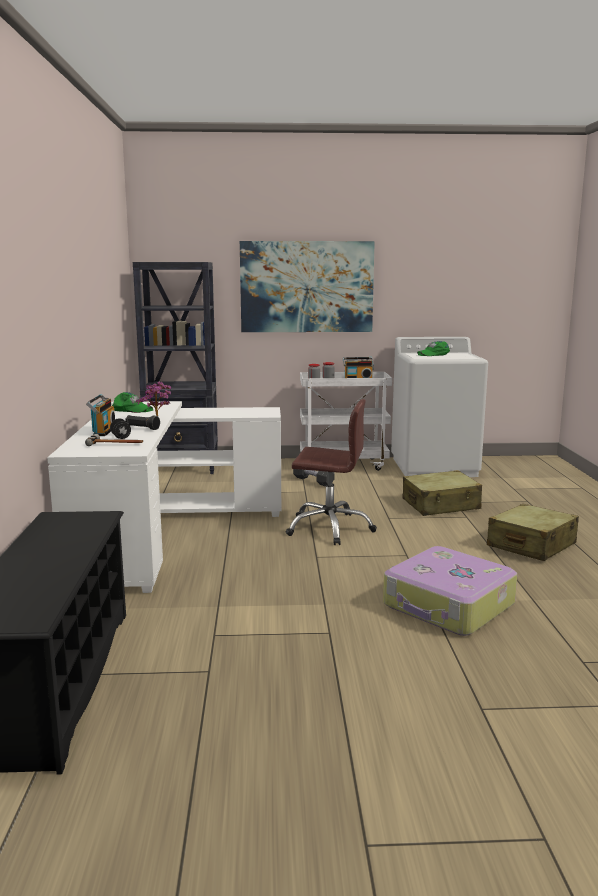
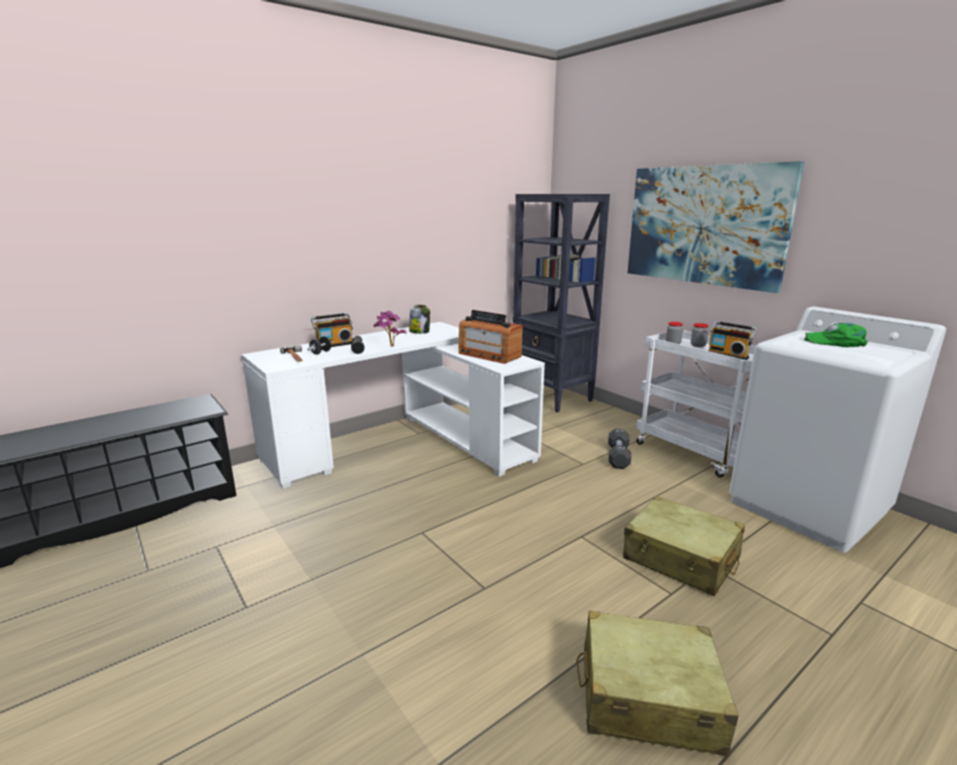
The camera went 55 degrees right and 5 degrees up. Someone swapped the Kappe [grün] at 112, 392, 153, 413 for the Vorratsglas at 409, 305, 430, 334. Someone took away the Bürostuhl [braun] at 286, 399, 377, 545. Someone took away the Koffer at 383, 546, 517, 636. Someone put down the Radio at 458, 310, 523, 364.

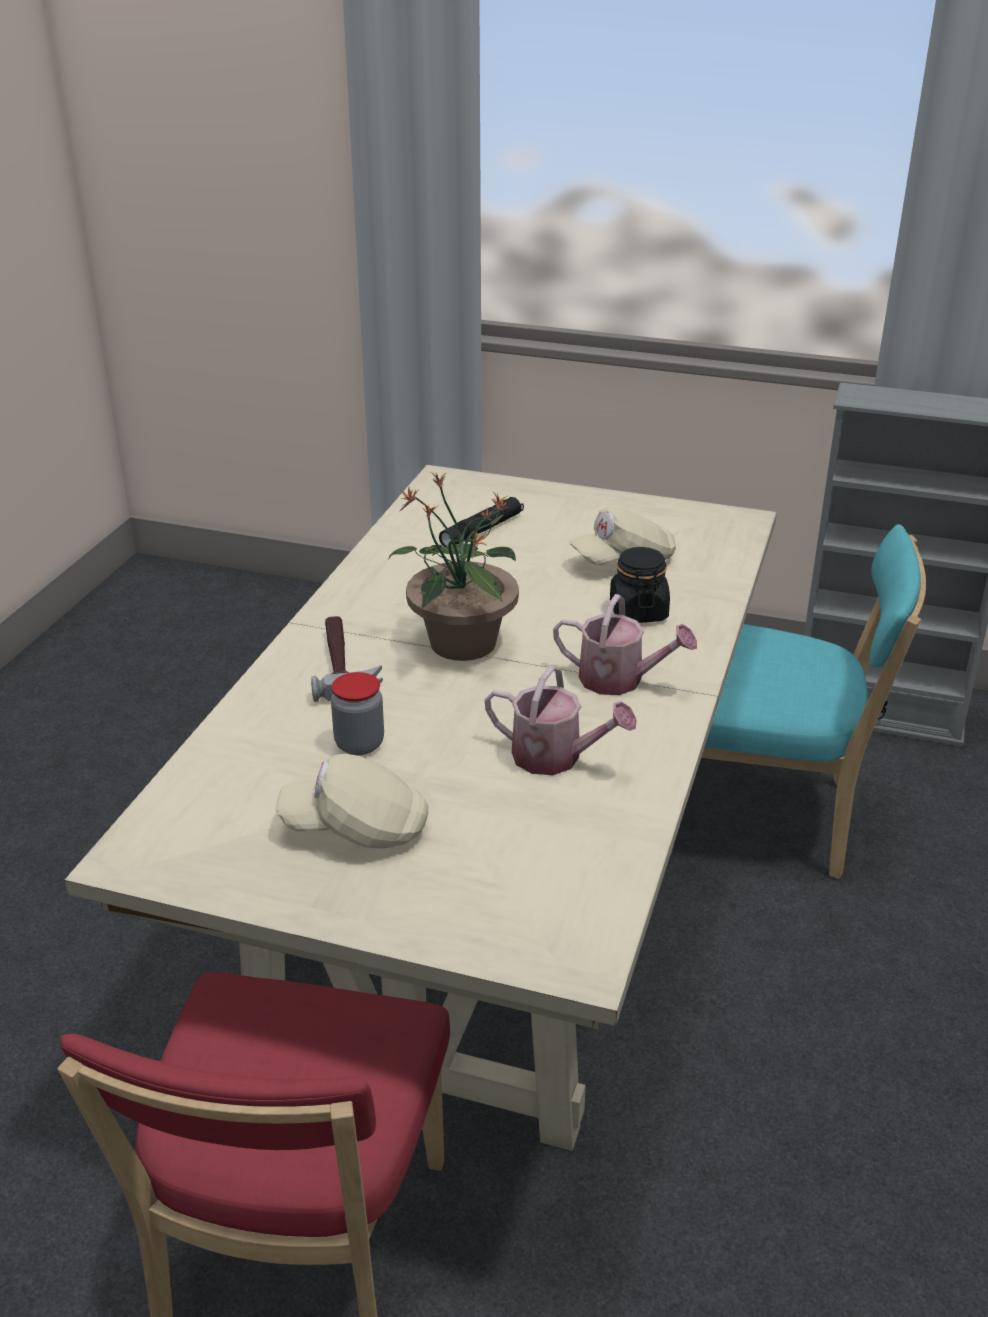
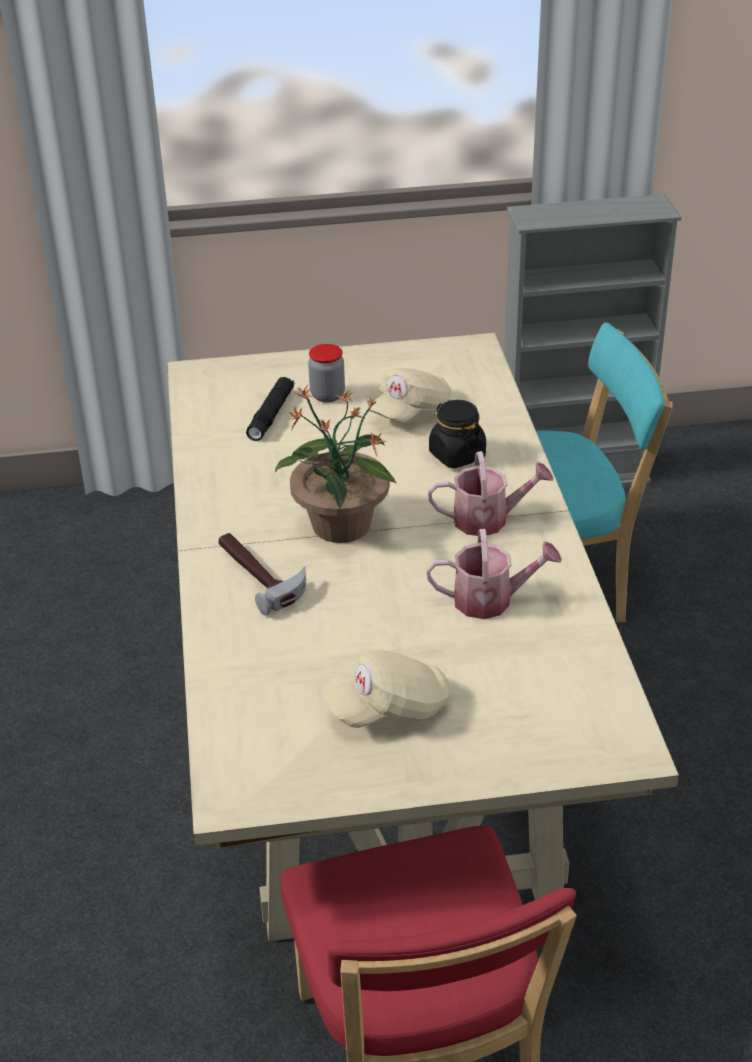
The camera went 25 degrees left and 5 degrees up. Someone carried the Vorratsglas from 331, 672, 384, 755 to 308, 344, 345, 402.

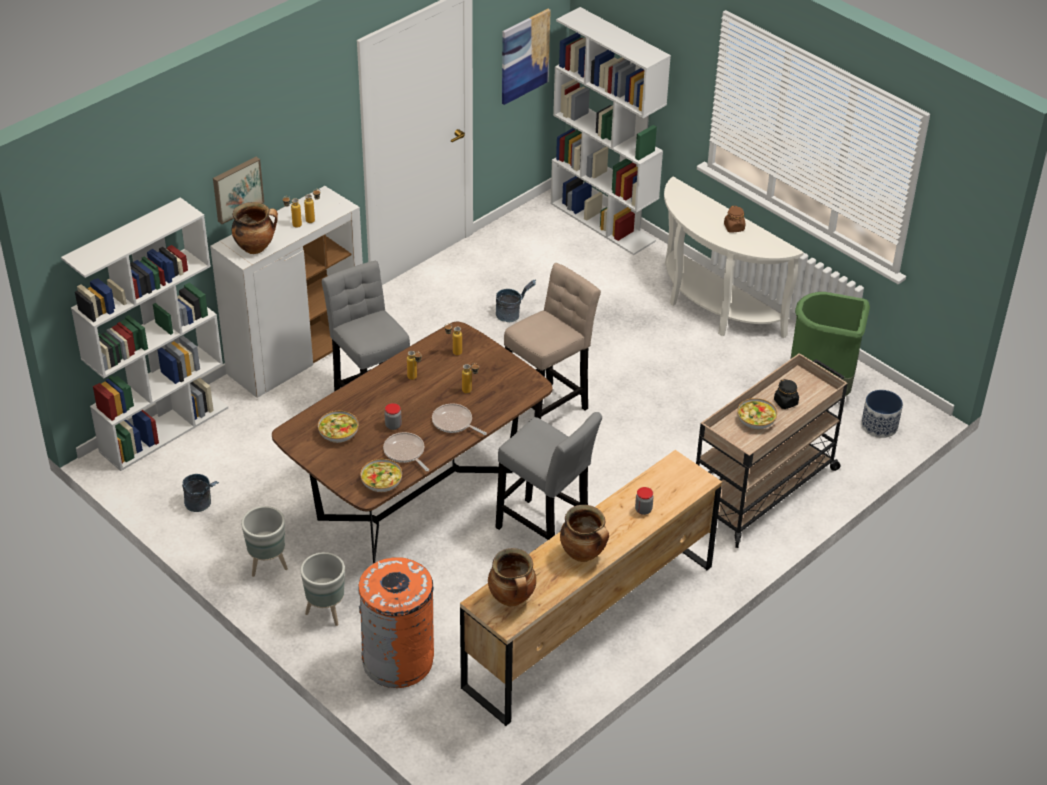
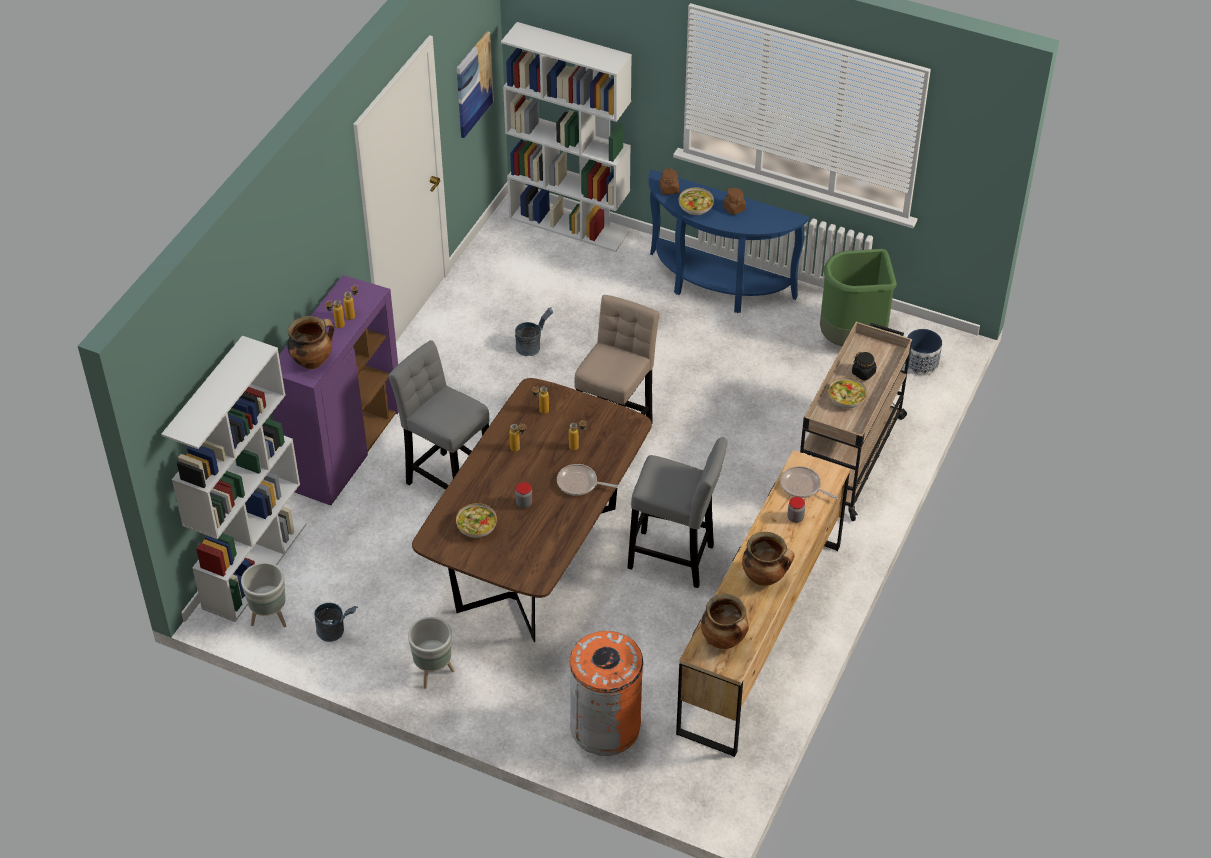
The camera went 20 degrees left and 5 degrees up. Someone repainted the Schrank [weiß] at 210, 186, 363, 398, which became the Schrank [lila] at 273, 275, 399, 506. Someone took away the Bild at 213, 157, 264, 224. Someone carried the Pflanzkübel [grau] from 300, 552, 345, 626 to 241, 562, 286, 627. Someone carried the Schüssel from 360, 459, 402, 492 to 679, 188, 714, 215. Someone carried the Pfanne from 383, 432, 429, 471 to 780, 466, 838, 499. Someone repainted the Konsolentisch [weiß] at 664, 177, 804, 338, which became the Konsolentisch [blau] at 648, 170, 809, 313. Someone put down the Vorratsglas [braun] at 660, 168, 679, 195.

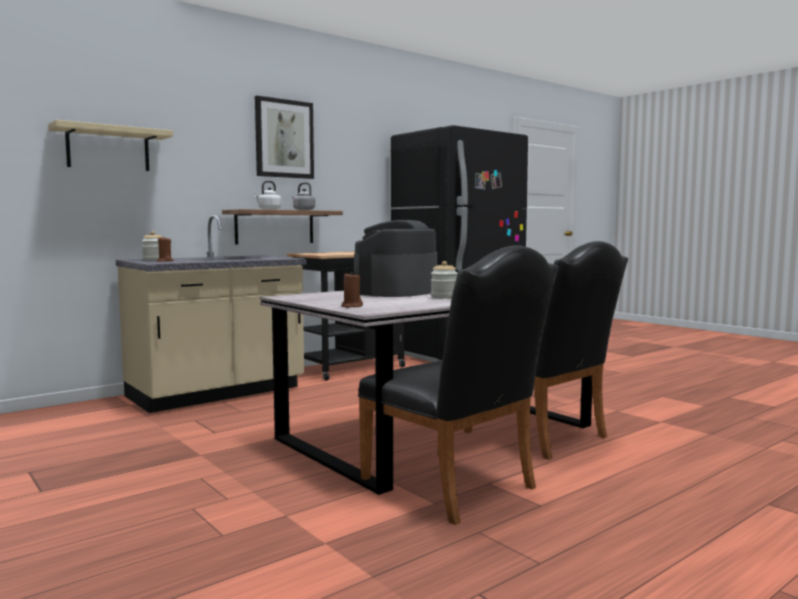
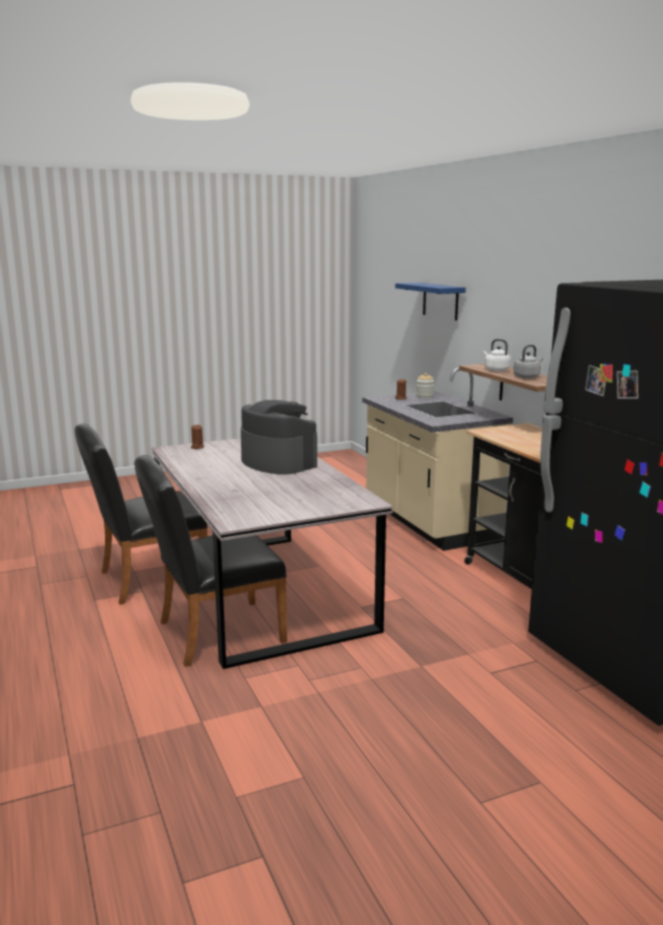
The camera went 105 degrees right and 10 degrees up. Someone repainted the Wandregal [beige] at 48, 120, 173, 171, which became the Wandregal [blau] at 395, 283, 466, 321. Someone took away the Bild at 255, 96, 314, 179. Someone took away the Vorratsglas at 431, 261, 458, 299.

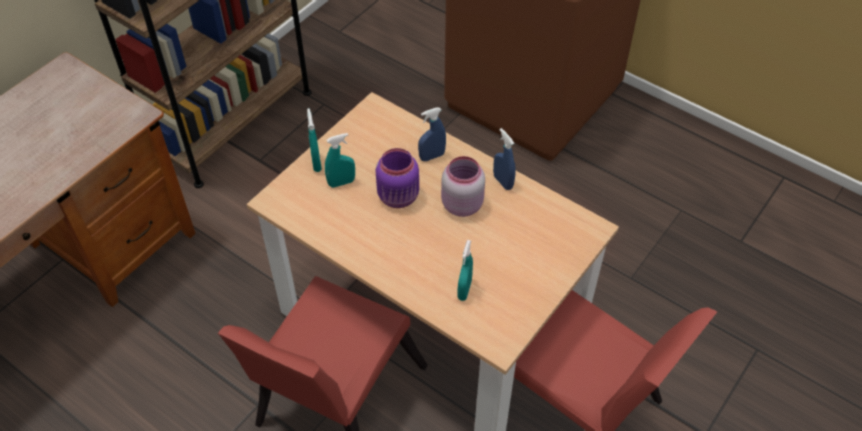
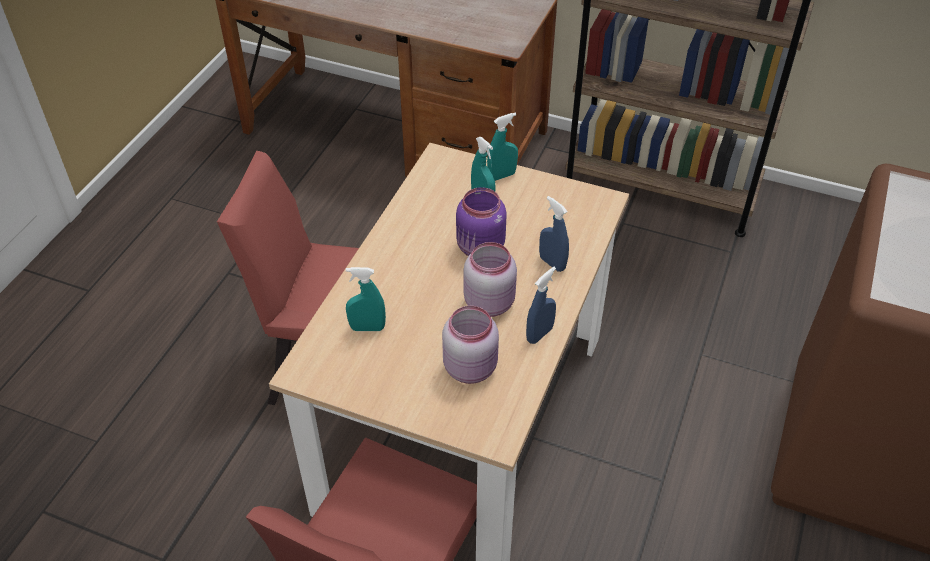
The camera went 75 degrees right and 5 degrees down. Someone put down the Vorratsglas [rosa] at 442, 306, 499, 384.

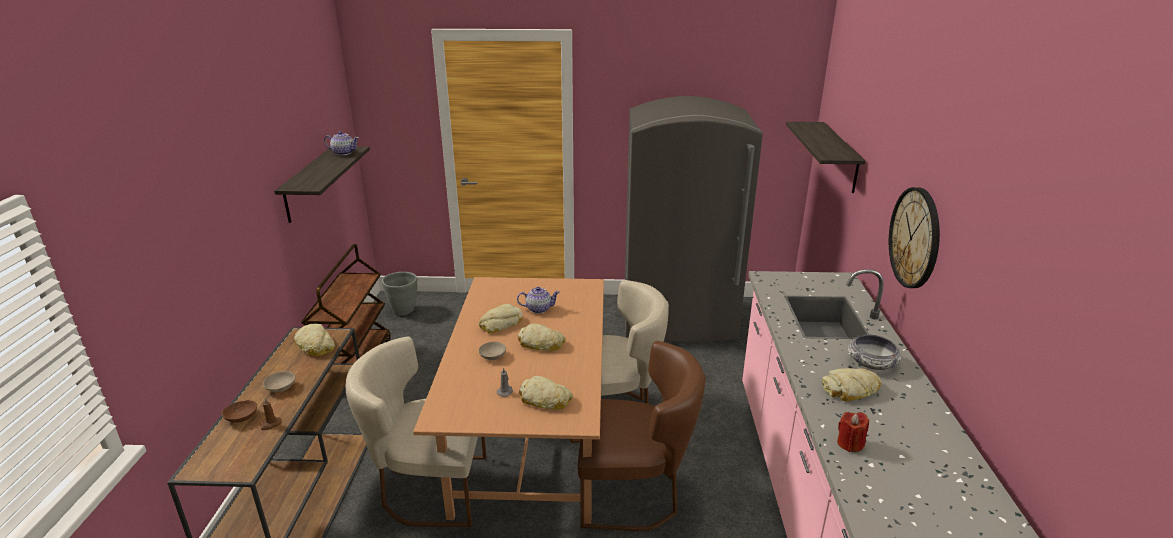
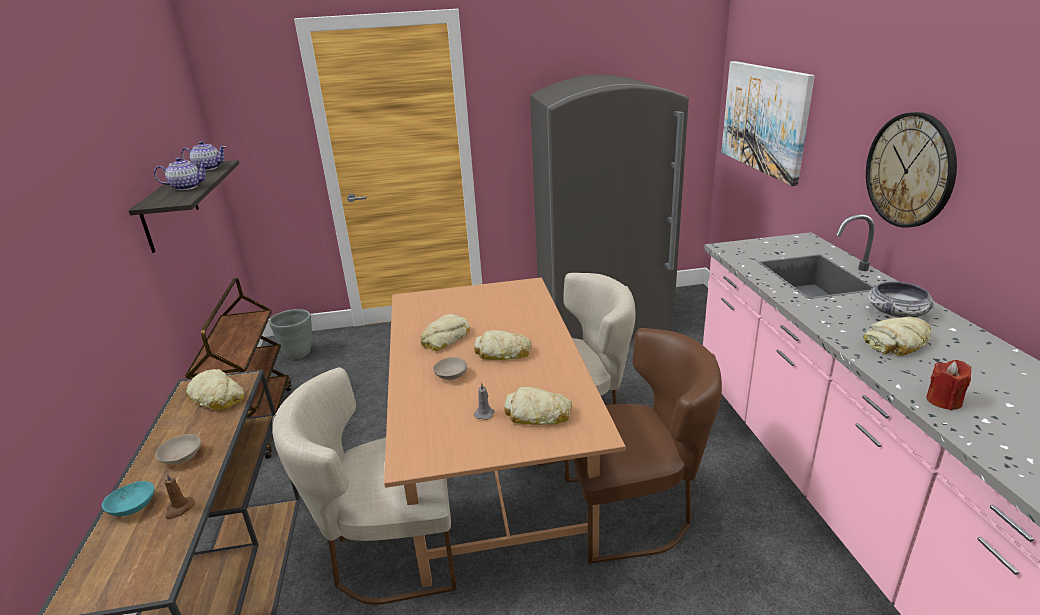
The camera went 10 degrees left and 0 degrees up. Someone repainted the Schüssel [braun] at 222, 400, 257, 423, which became the Schüssel [türkis] at 102, 481, 154, 516. Someone carried the Teekanne from 517, 287, 560, 314 to 154, 157, 208, 190. Someone swapped the Wandregal at 786, 122, 866, 193 for the Bild at 721, 61, 815, 186.

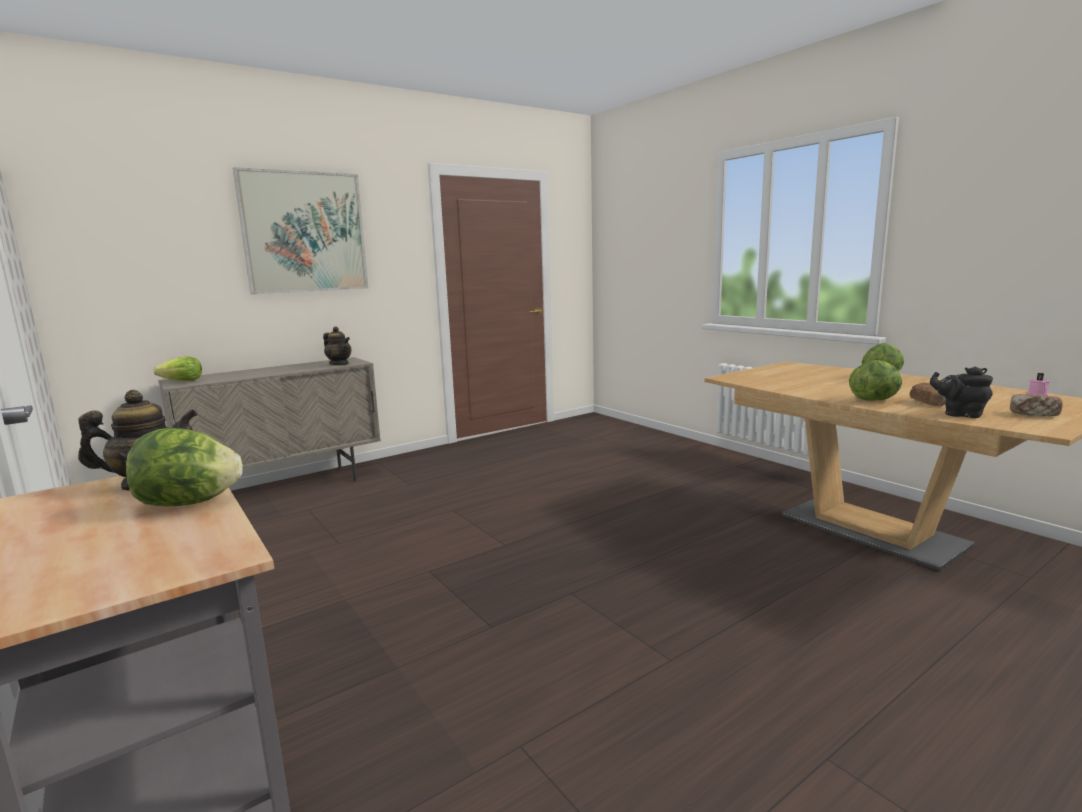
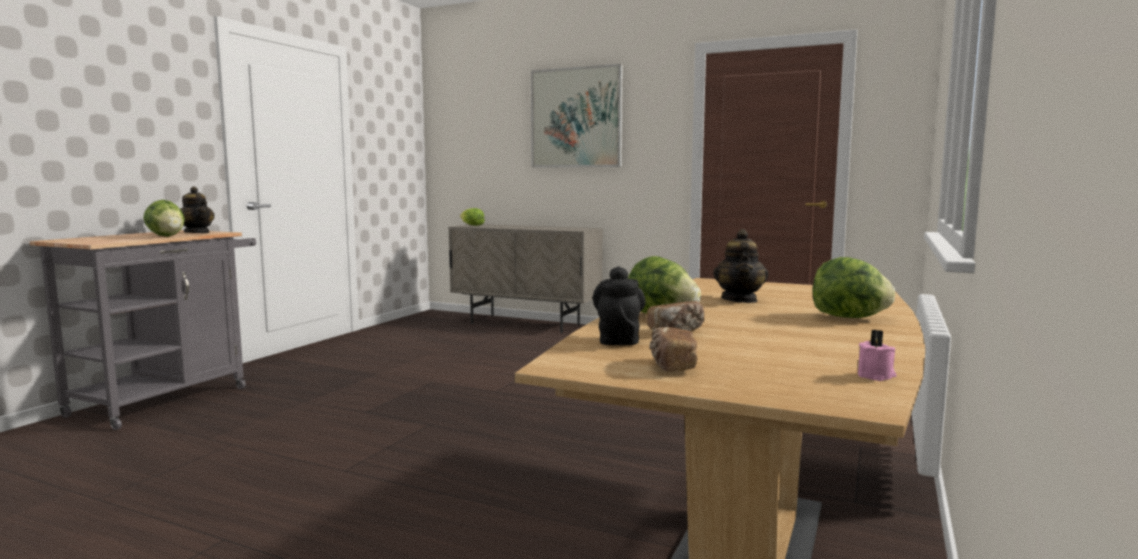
The camera went 60 degrees right and 5 degrees down. Someone carried the Teekanne from 323, 326, 352, 365 to 713, 229, 768, 303.

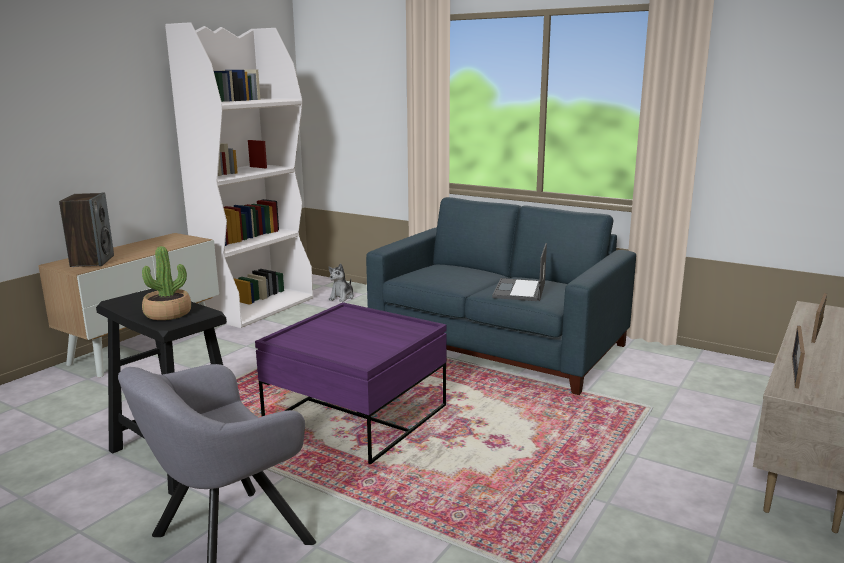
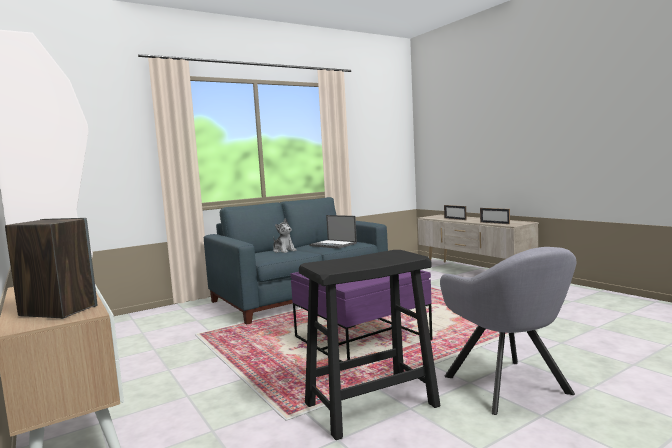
The camera went 65 degrees left and 10 degrees down. Someone took away the Topfpflanze at 142, 246, 191, 320. Someone carried the Plüschtier from 329, 263, 354, 302 to 273, 218, 297, 253.

